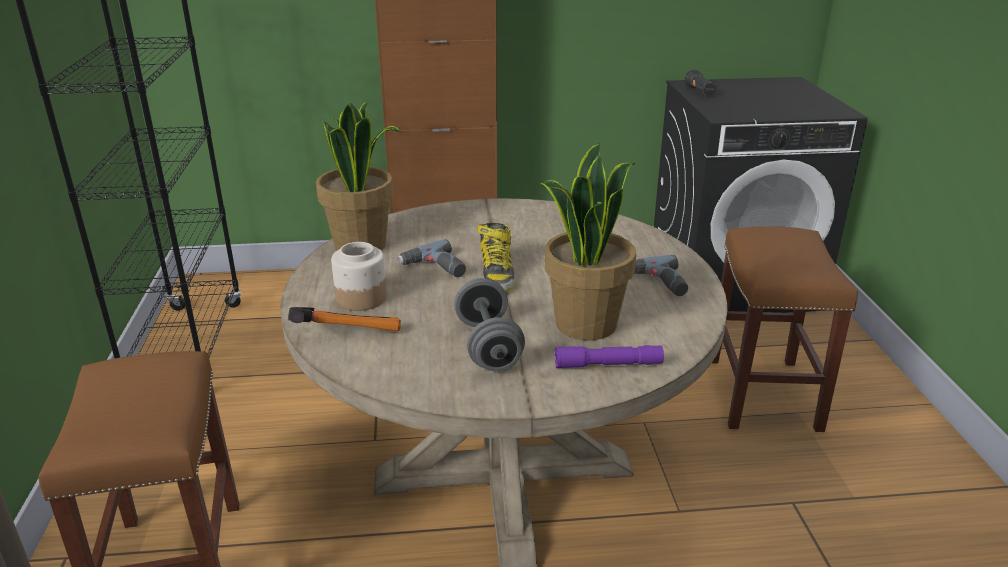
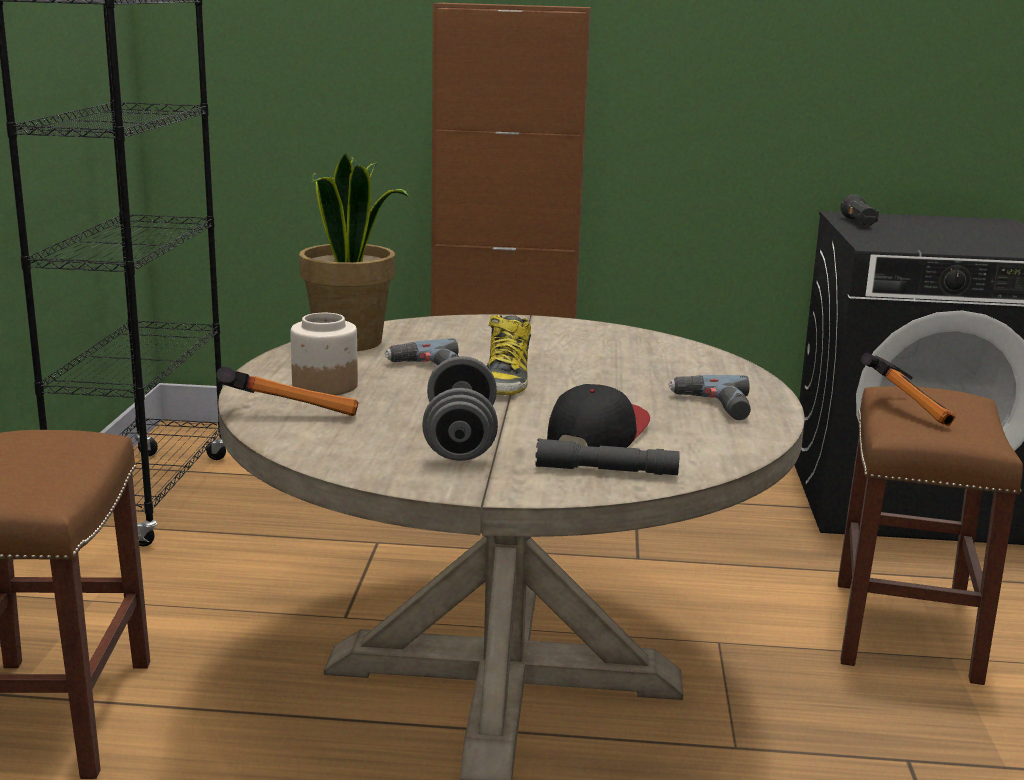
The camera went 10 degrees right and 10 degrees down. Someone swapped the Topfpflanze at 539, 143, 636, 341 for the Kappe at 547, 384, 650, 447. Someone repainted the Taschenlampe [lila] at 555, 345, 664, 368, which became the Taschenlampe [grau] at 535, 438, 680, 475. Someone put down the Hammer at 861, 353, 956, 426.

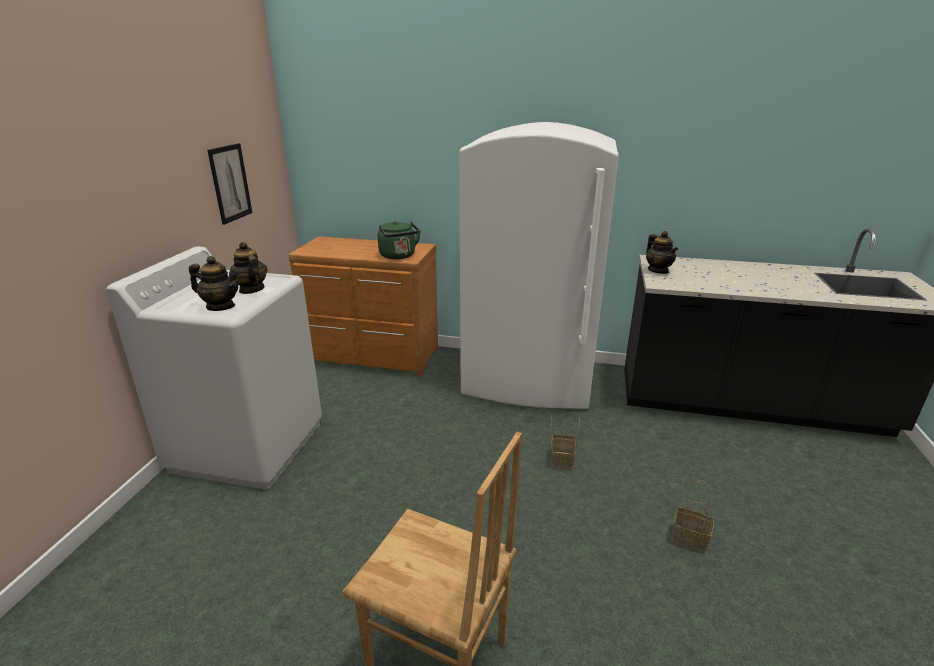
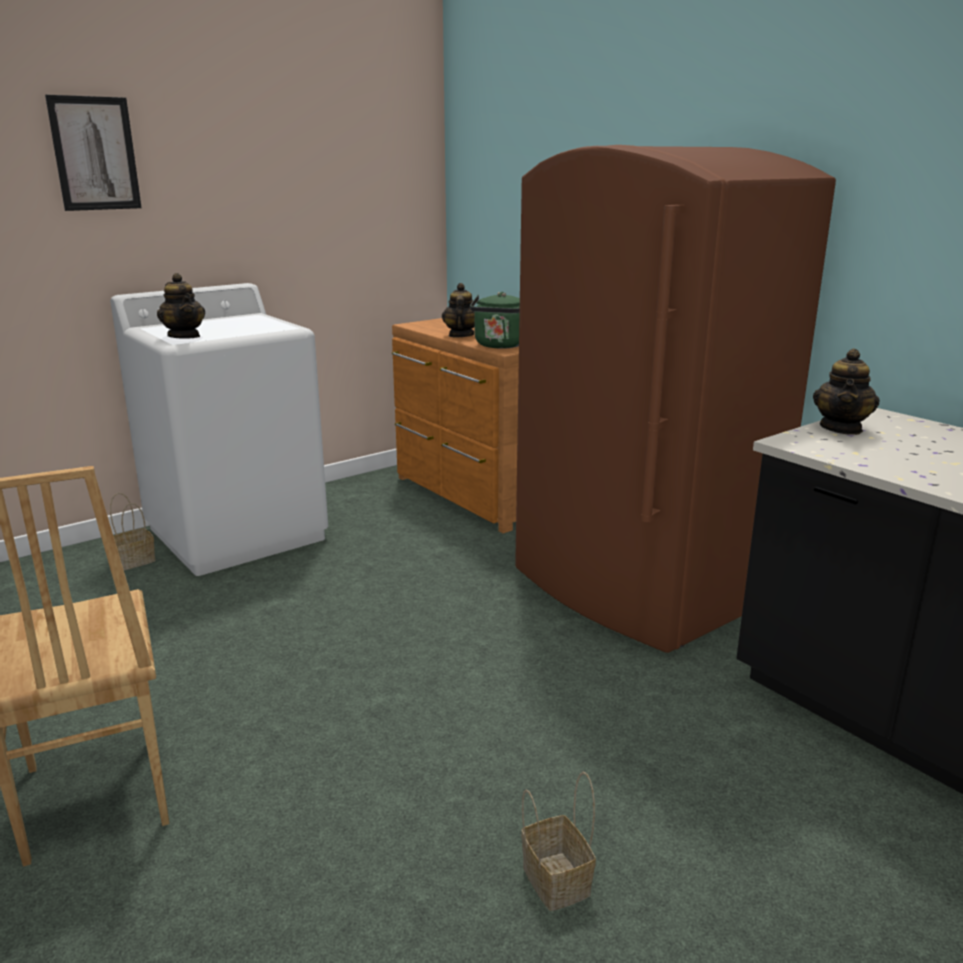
The camera went 40 degrees right and 5 degrees down. Someone carried the Bild from 207, 143, 252, 225 to 45, 95, 142, 211. Someone carried the Teekanne from 229, 242, 268, 294 to 442, 283, 475, 337. Someone repainted the Kühlschrank [weiß] at 459, 122, 619, 409, which became the Kühlschrank [braun] at 515, 145, 836, 653. Someone carried the Korb from 551, 415, 580, 471 to 110, 493, 156, 570.

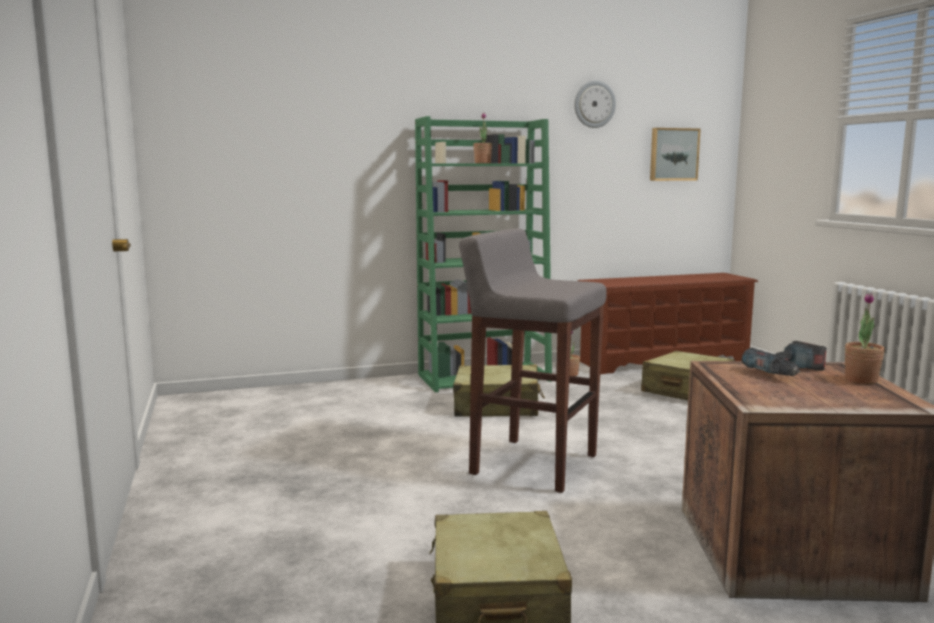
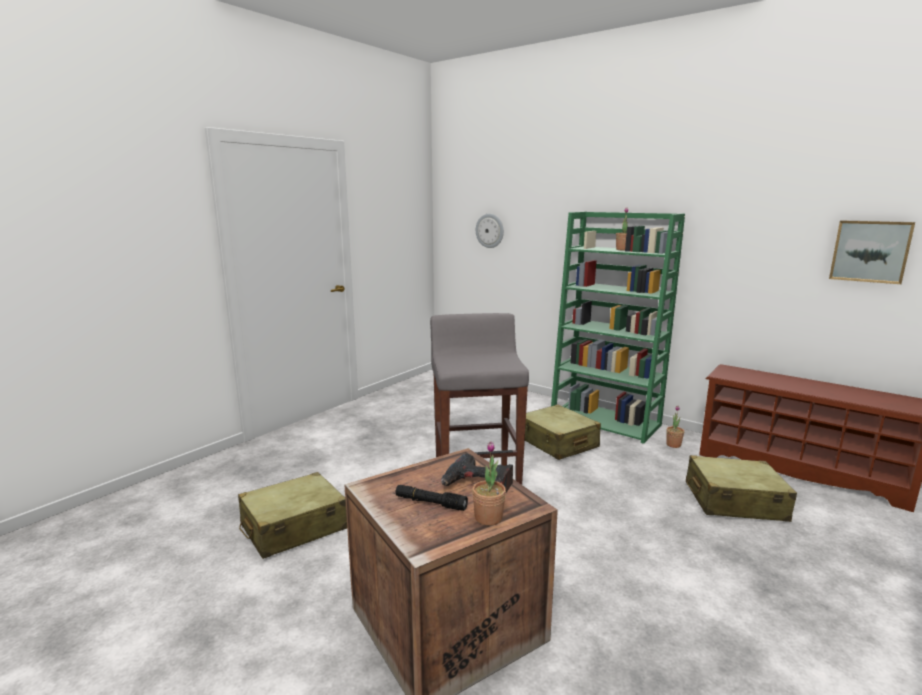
The camera went 55 degrees right and 5 degrees up. Someone carried the Wanduhr from 574, 80, 616, 128 to 476, 214, 504, 248. Someone put down the Taschenlampe [schwarz] at 396, 485, 468, 511.

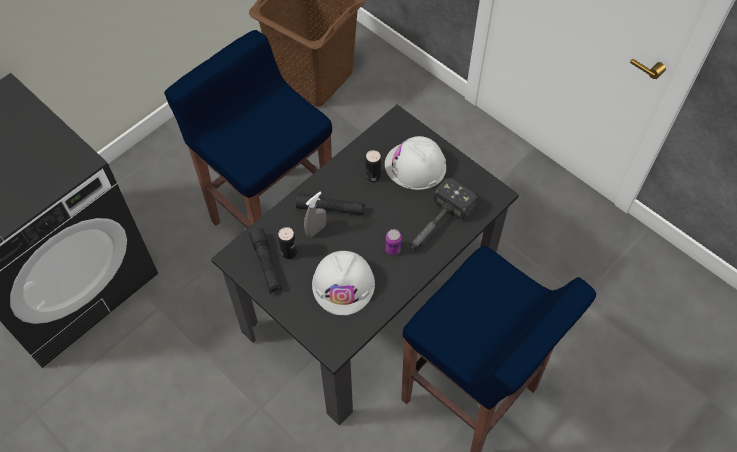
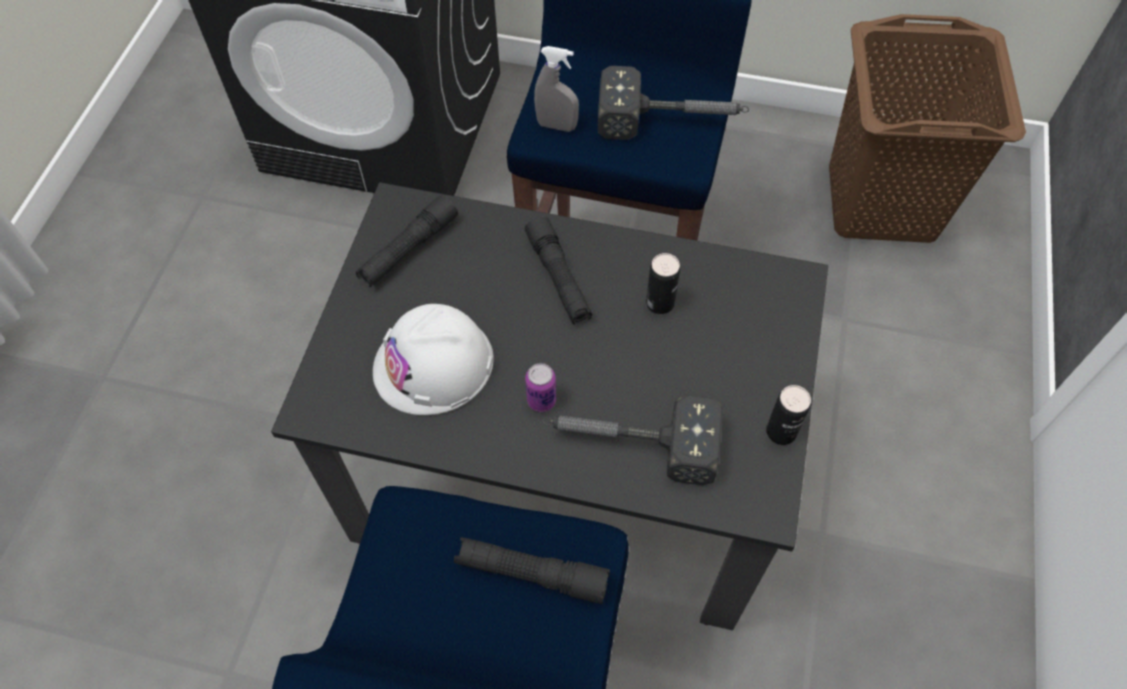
The camera went 60 degrees right and 0 degrees up. Someone carried the Dose from 278, 227, 297, 259 to 766, 385, 811, 445. Someone carried the Sprühflasche [grau] from 304, 192, 326, 237 to 534, 46, 579, 132. Someone took away the Schutzhelm [weiß] at 385, 136, 446, 190. Someone put down the Taschenlampe [schwarz] at 454, 537, 610, 604. Someone put down the Hammer at 598, 66, 749, 140.

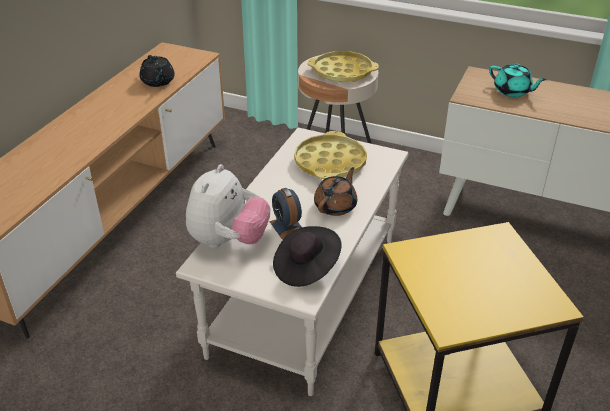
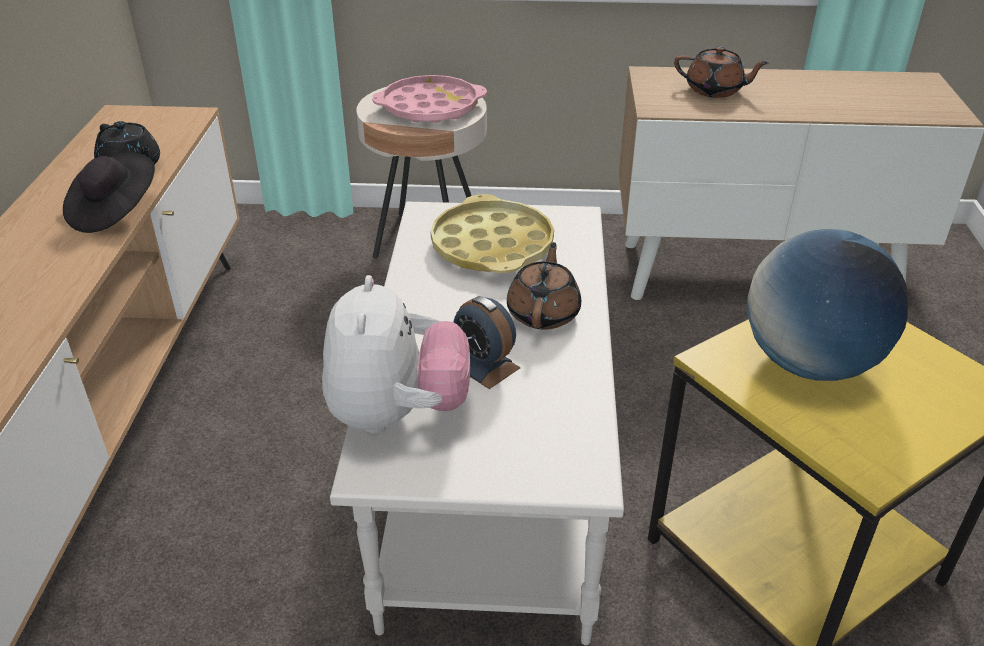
The camera went 20 degrees left and 0 degrees up. Someone carried the Hut [schwarz] from 273, 226, 342, 287 to 63, 153, 155, 233. Someone repainted the Tablett [gelb] at 308, 51, 379, 82, which became the Tablett [rosa] at 372, 75, 487, 123. Someone repainted the Teekanne [türkis] at 489, 64, 546, 97, which became the Teekanne [braun] at 674, 46, 769, 98. Someone put down the Globus at 747, 229, 908, 381.

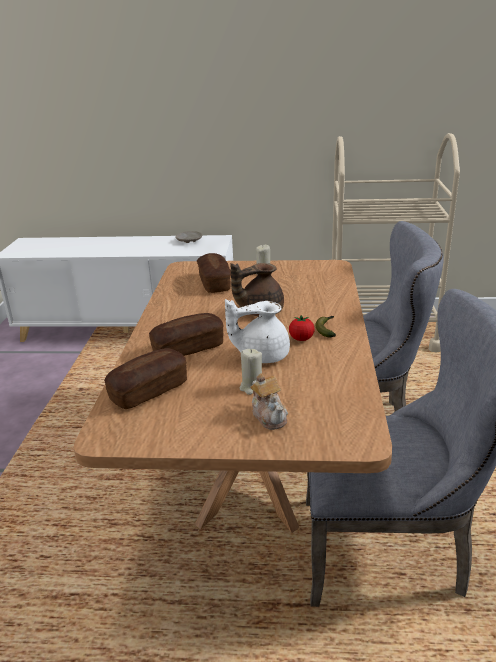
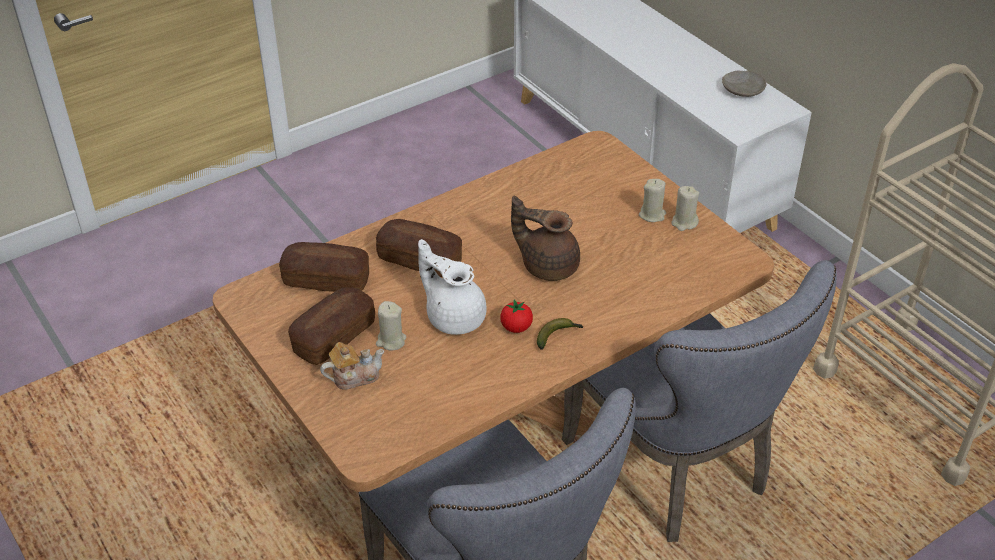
The camera went 50 degrees right and 15 degrees up. Someone carried the Brot from 197, 253, 231, 293 to 288, 287, 375, 365. Someone rotated the Teekanne at 250, 373, 288, 430 by 135 degrees counterclockwise. Someone put down the Kerze [beige] at 671, 186, 699, 231.

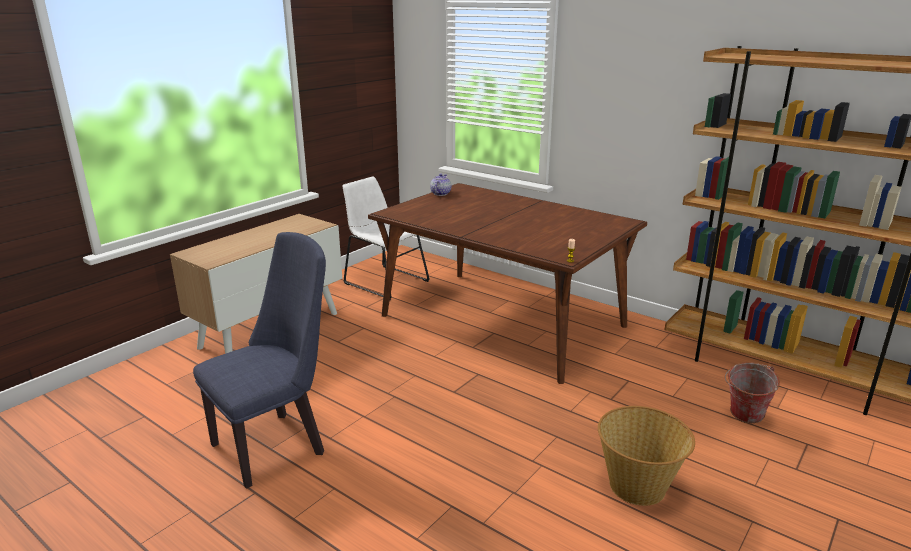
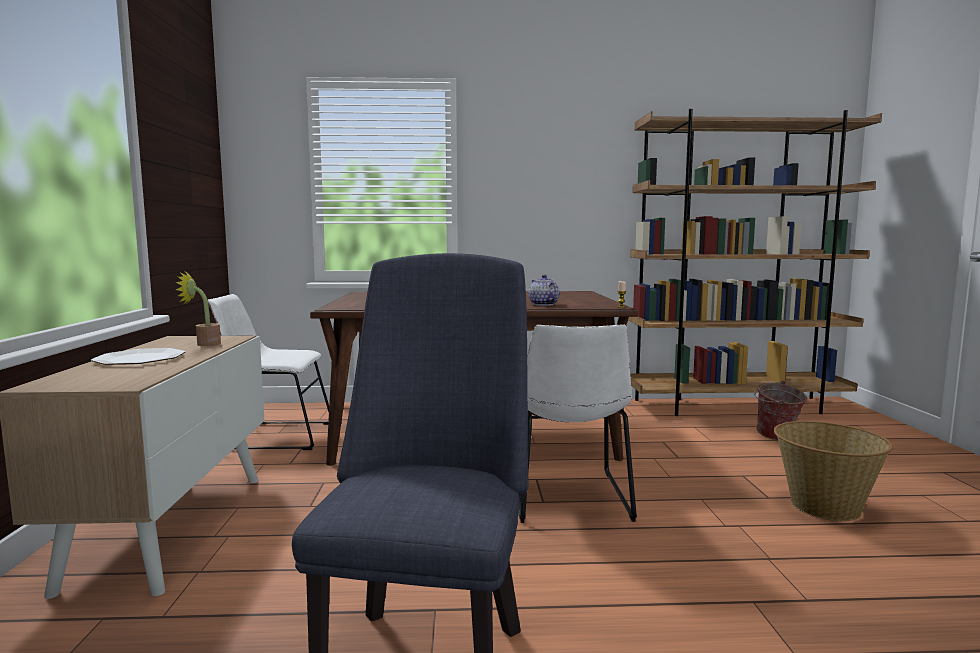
The camera went 40 degrees left and 15 degrees down. Someone carried the Teekanne from 430, 174, 451, 196 to 529, 275, 559, 306. Someone put down the Teller at 91, 348, 185, 365. Someone put down the Topfpflanze at 175, 272, 221, 346. Someone put down the Stuhl [weiß] at 519, 324, 637, 523.

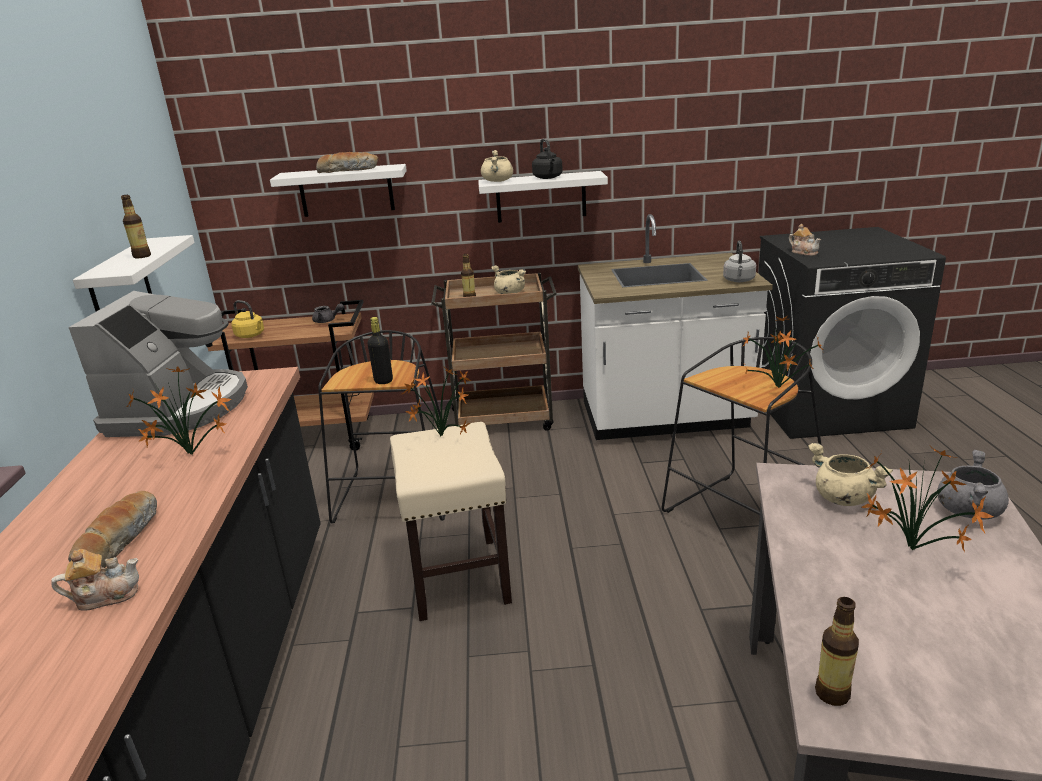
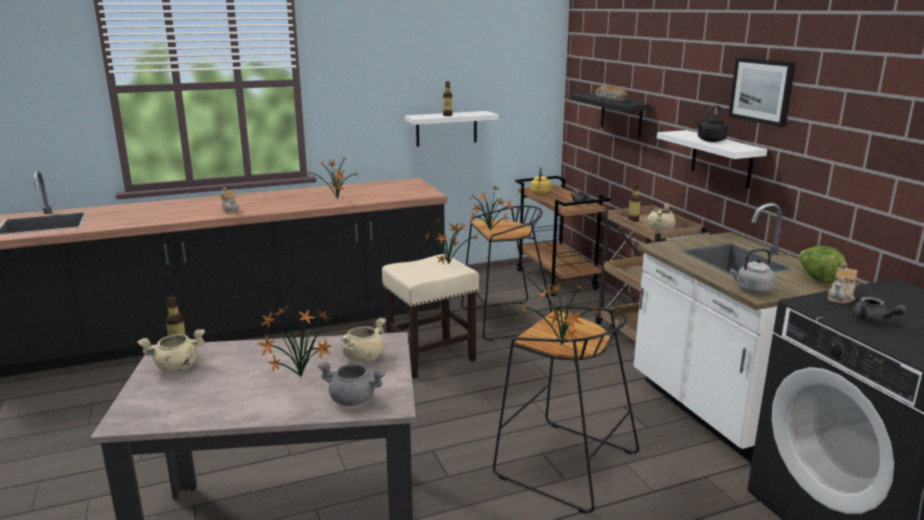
The camera went 70 degrees right and 5 degrees down. Someone took away the Brot at 68, 491, 157, 568. Someone took away the Kaffeemaschine at 69, 291, 248, 437. Someone repainted the Wandregal [weiß] at 270, 164, 407, 217, which became the Wandregal [schwarz] at 571, 93, 651, 138. Someone swapped the Flasche [schwarz] at 367, 317, 393, 384 for the Topfpflanze at 470, 186, 514, 230. Someone carried the Kochtopf [beige] from 481, 150, 513, 182 to 138, 329, 205, 372. Someone put up the Bild at 729, 57, 796, 127. Someone put down the Salatkopf at 800, 246, 846, 284. Someone put down the Teekanne [grau] at 852, 297, 907, 323.

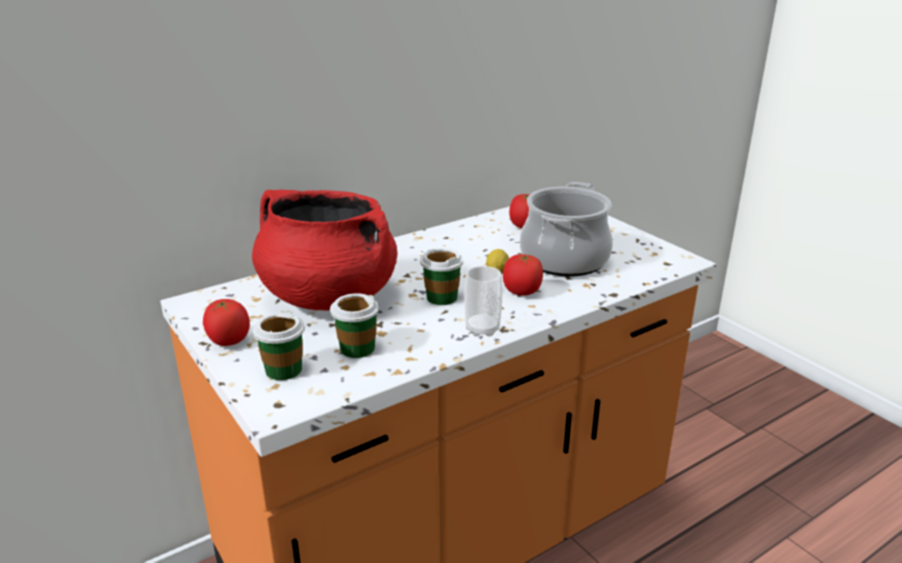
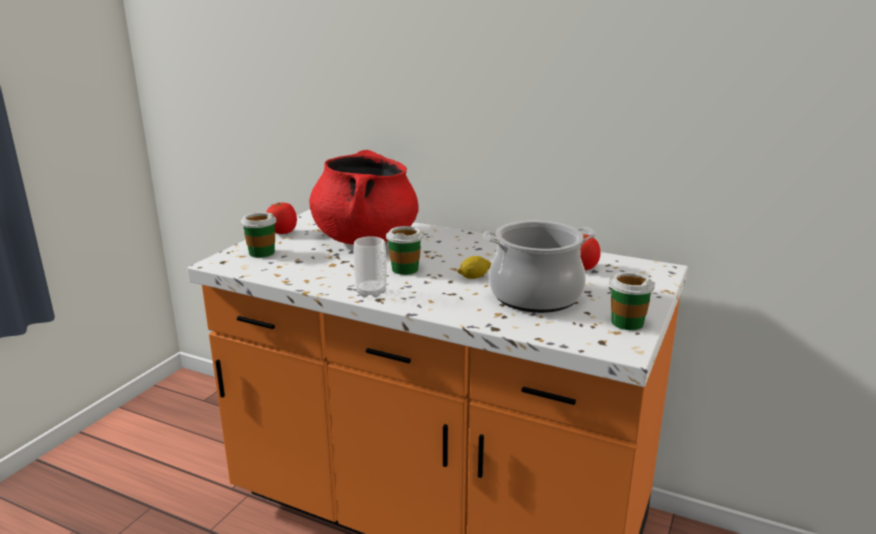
The camera went 60 degrees right and 5 degrees down. Someone carried the Tasse from 330, 293, 379, 358 to 609, 272, 655, 330. Someone took away the Tomate at 503, 254, 543, 296.

